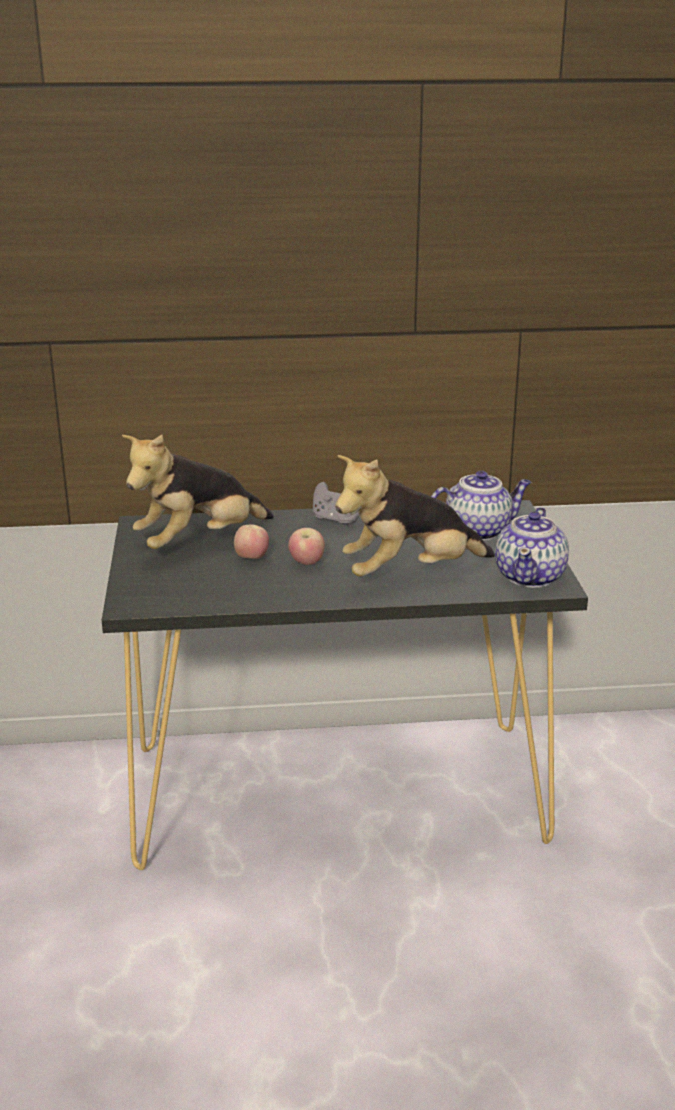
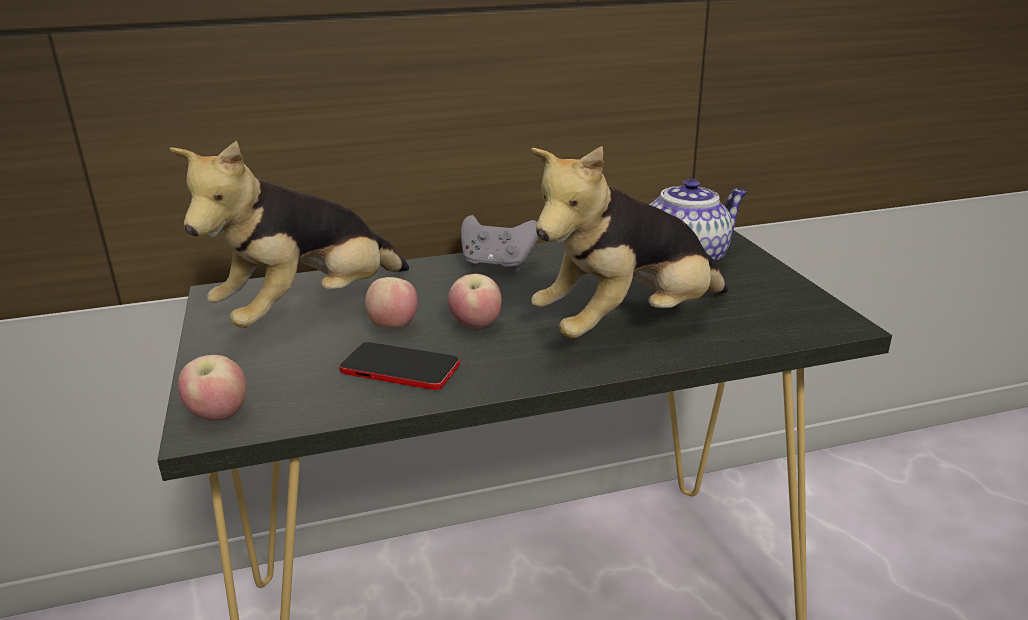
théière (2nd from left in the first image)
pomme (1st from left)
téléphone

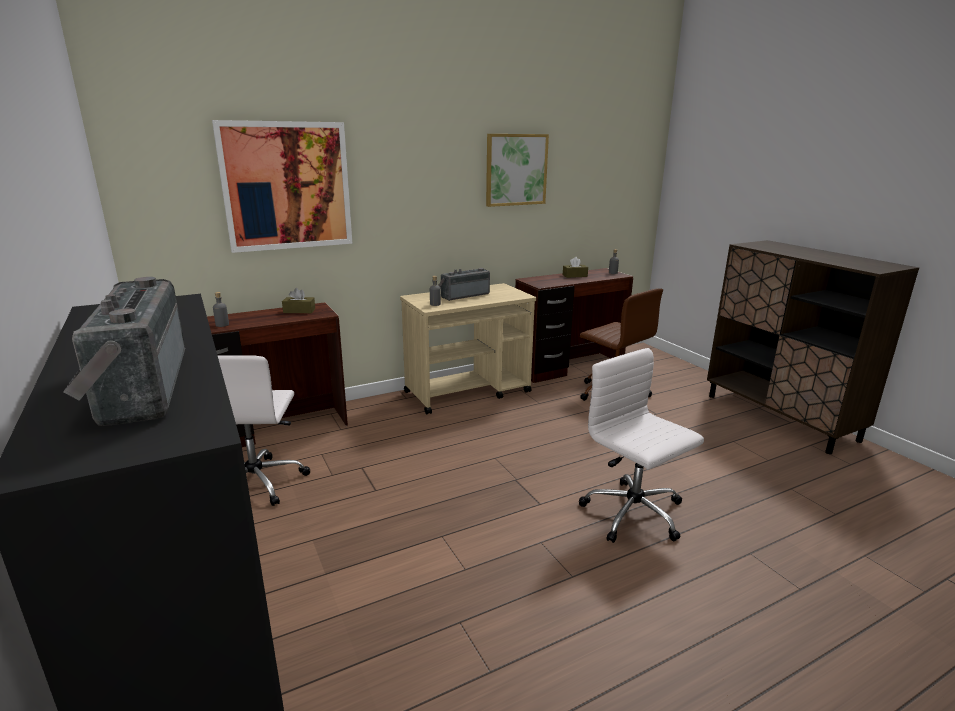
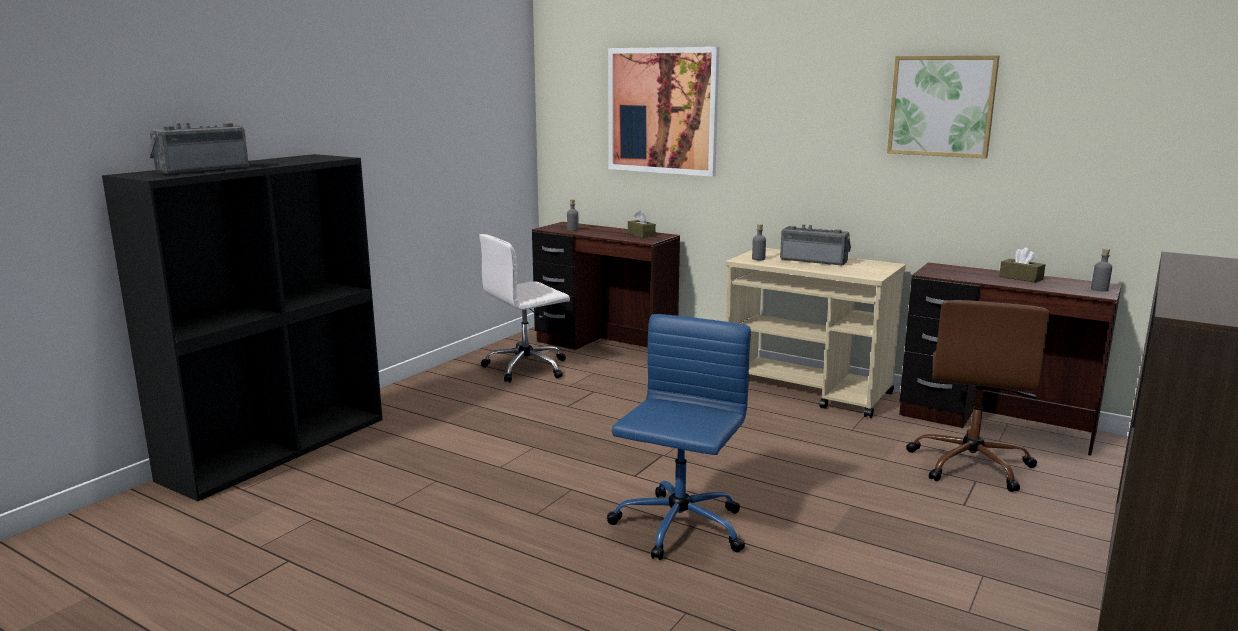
chaise de bureau/bleu

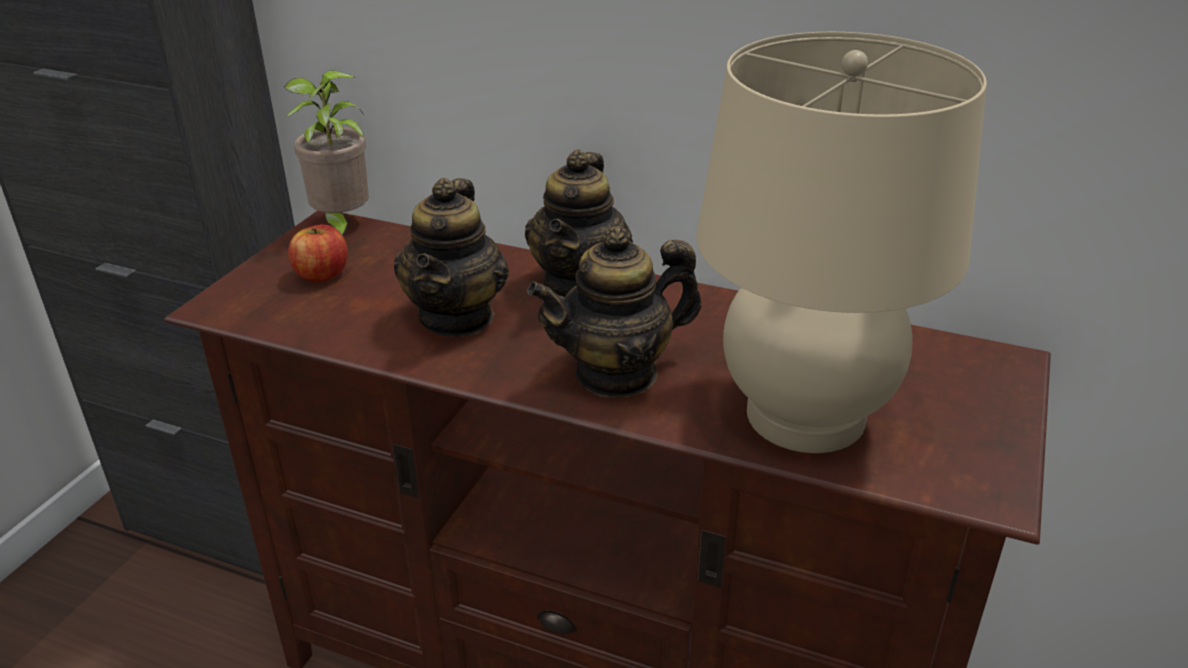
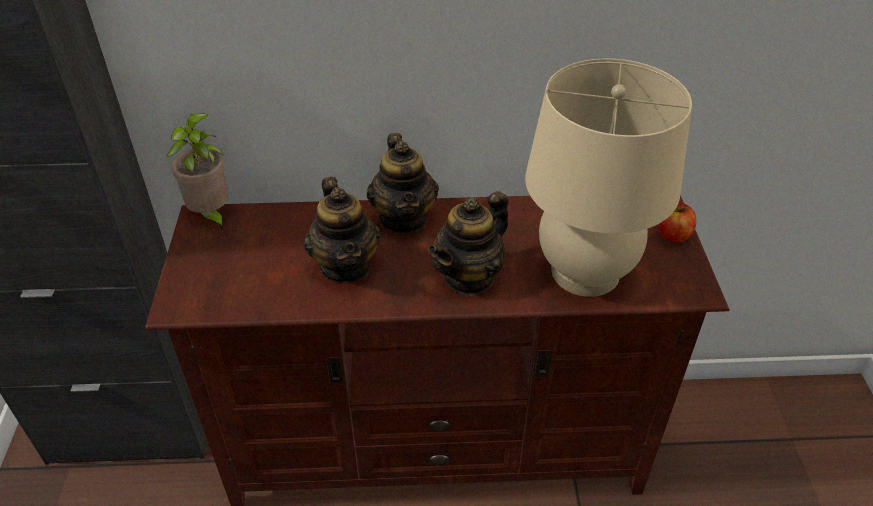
pomme

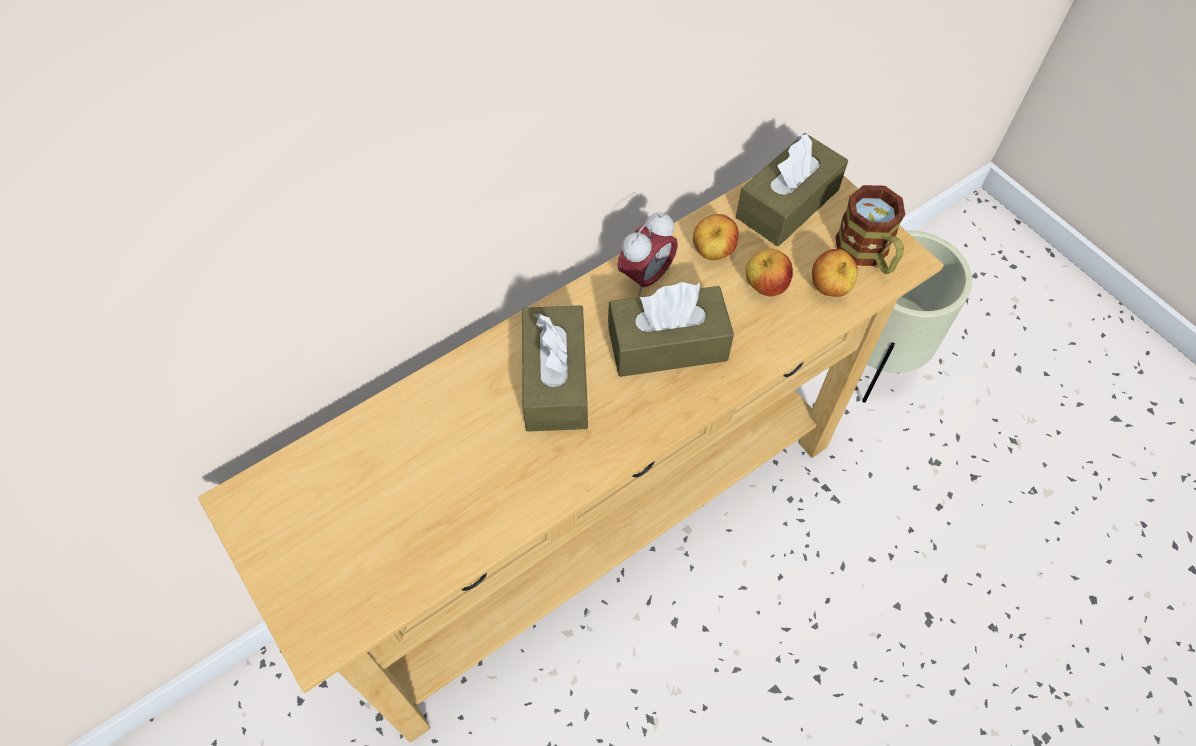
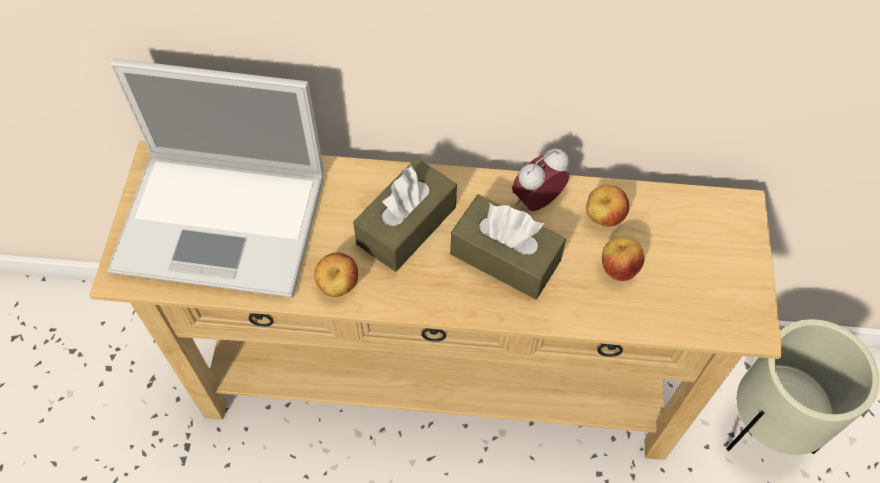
boîte à mouchoirs/marron (3rd from left in the first image)
mug
ordinateur portable
pomme (1st from left)
réveil

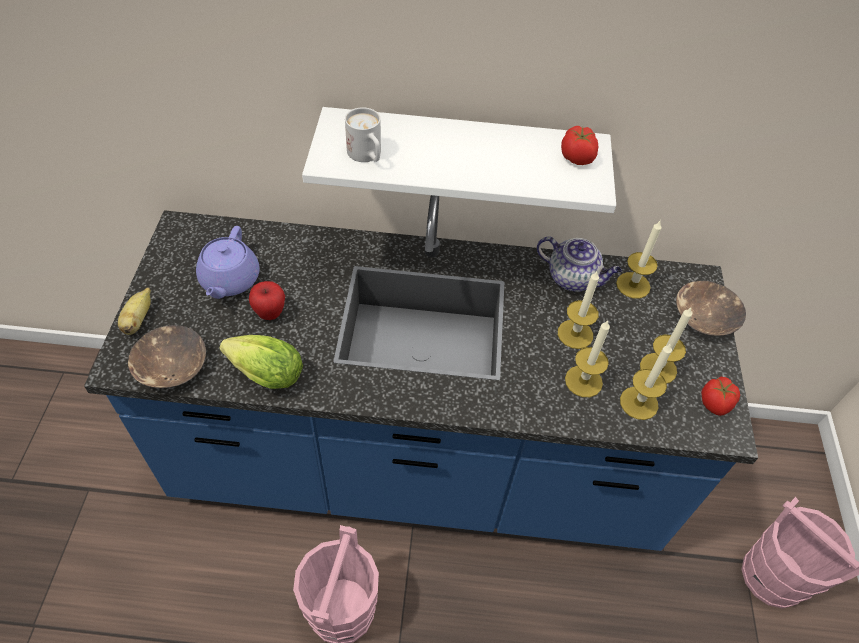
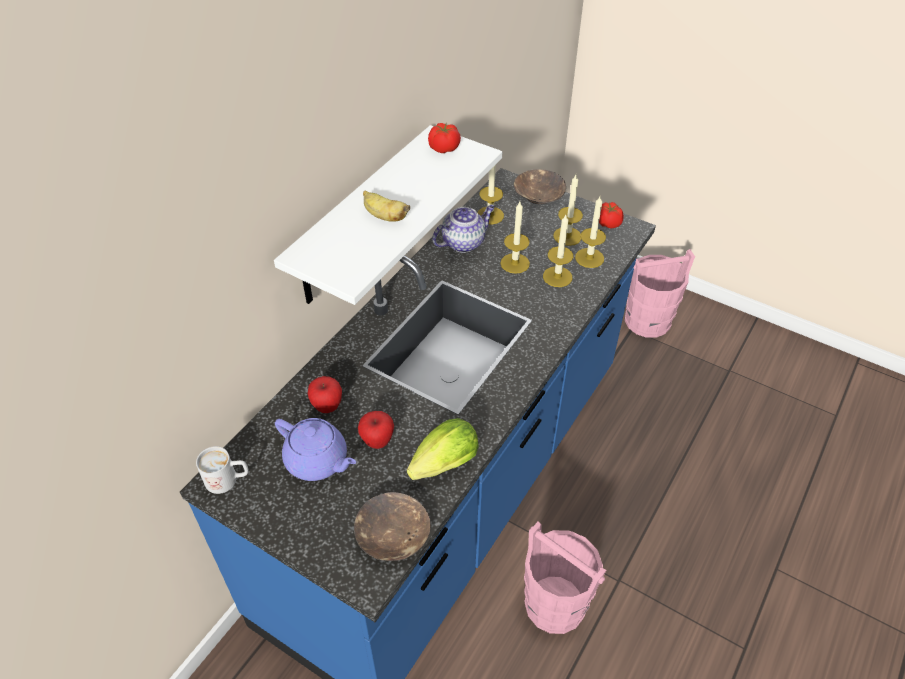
pomme (1st from left)
banane
mug/blanc

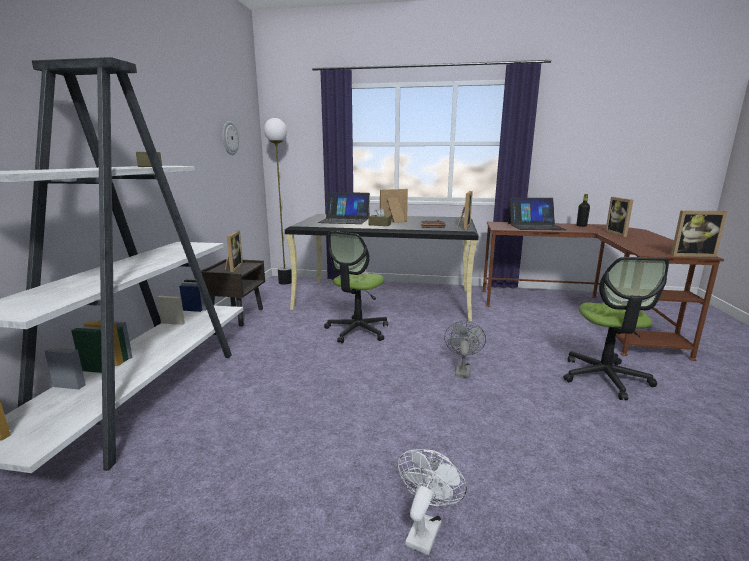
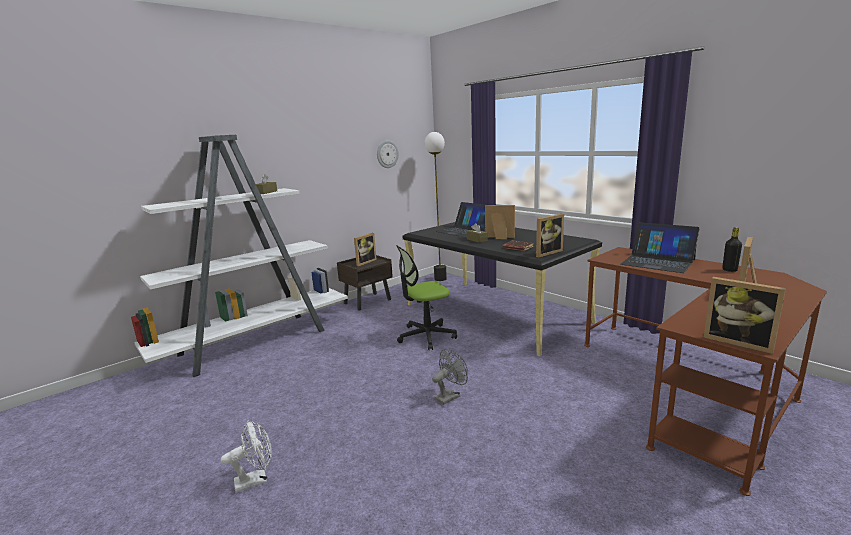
chaise de bureau (2nd from left in the first image)

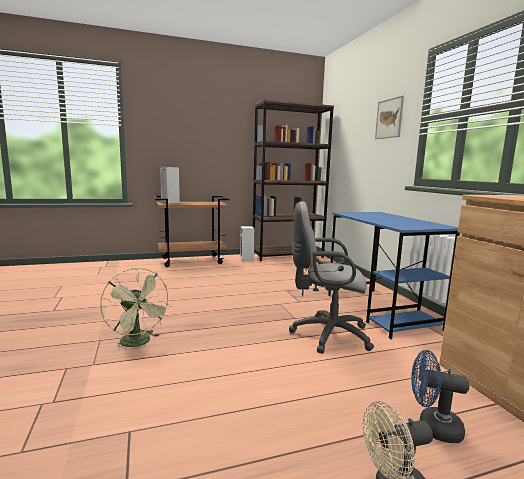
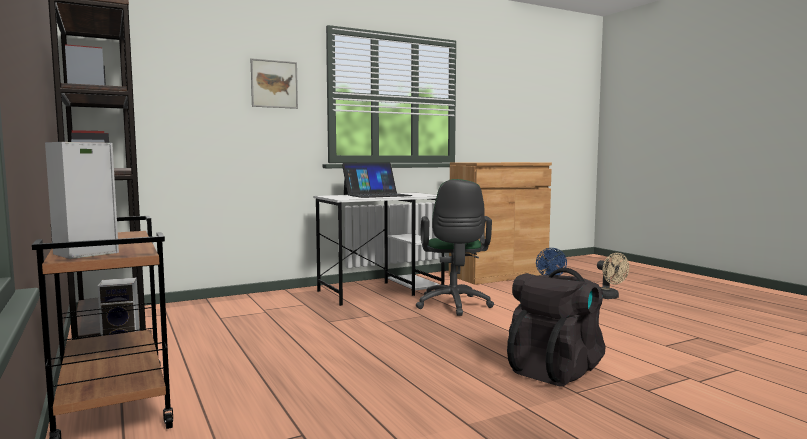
ordinateur portable
sac à dos/noir
chaise de bureau/vert
bureau/blanc

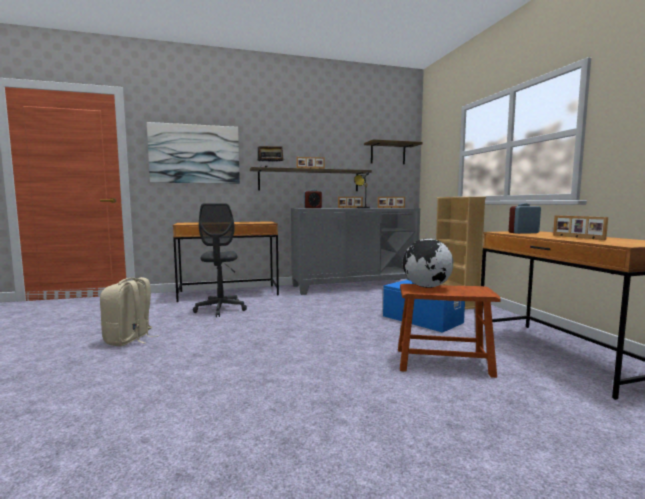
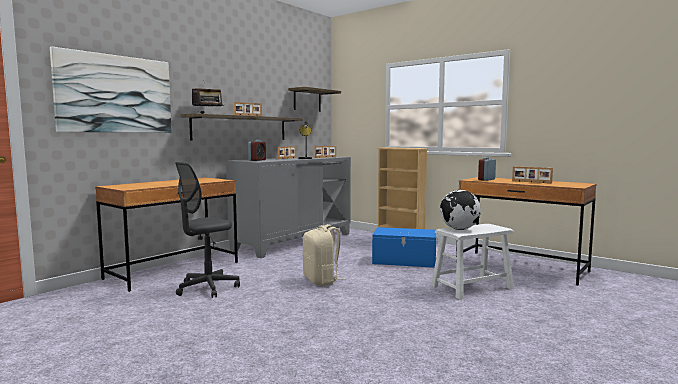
sac à dos/beige
tabouret/blanc
chaise de bureau/gris

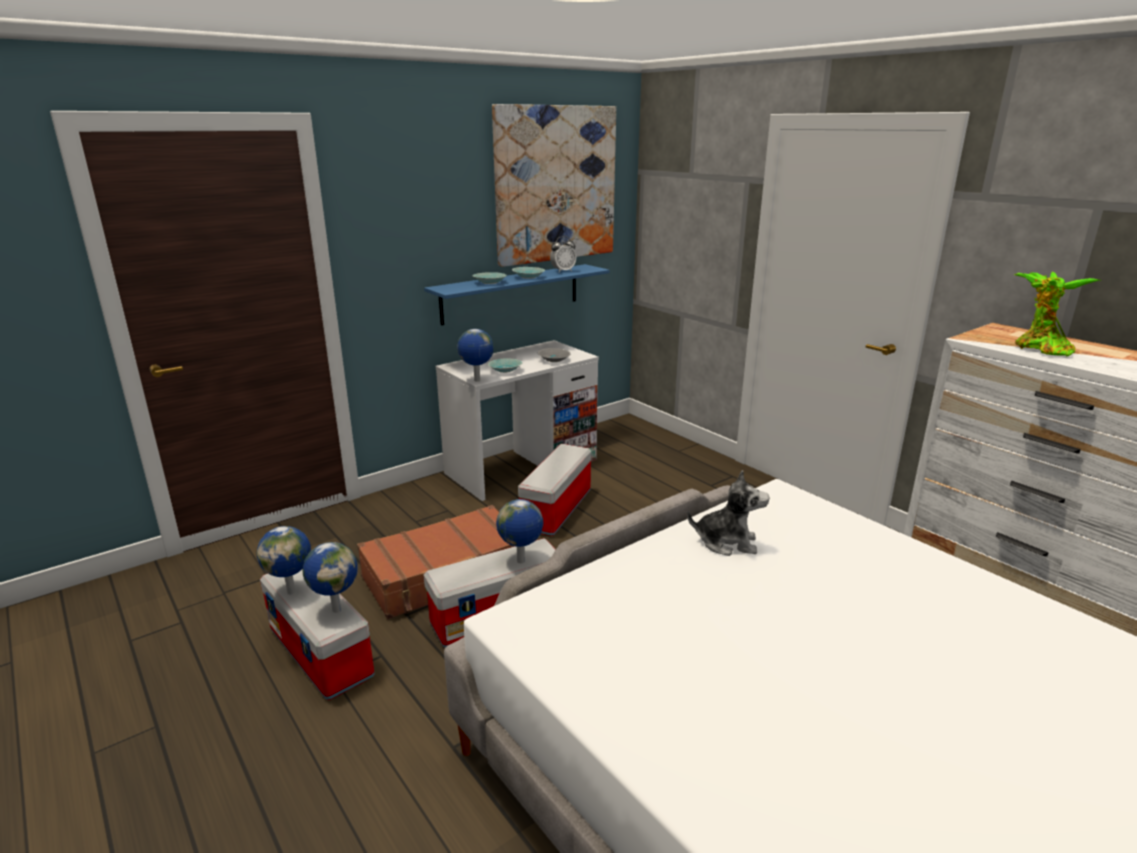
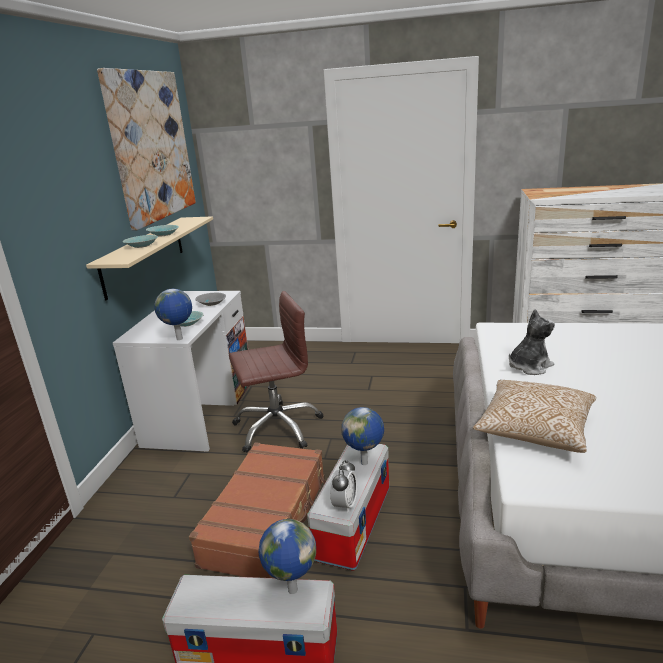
globe (1st from left in the first image)
plante en pot
coussin
réveil
chaise de bureau/marron
étagère/beige

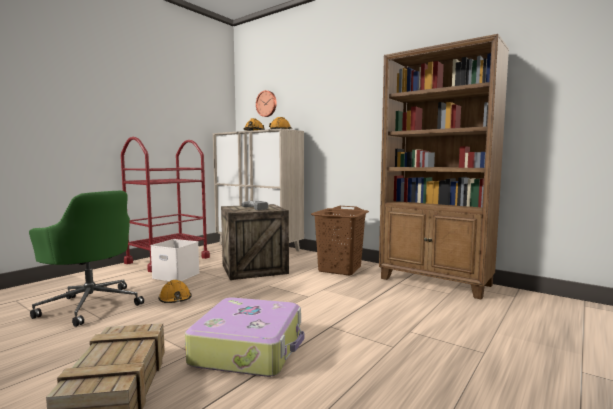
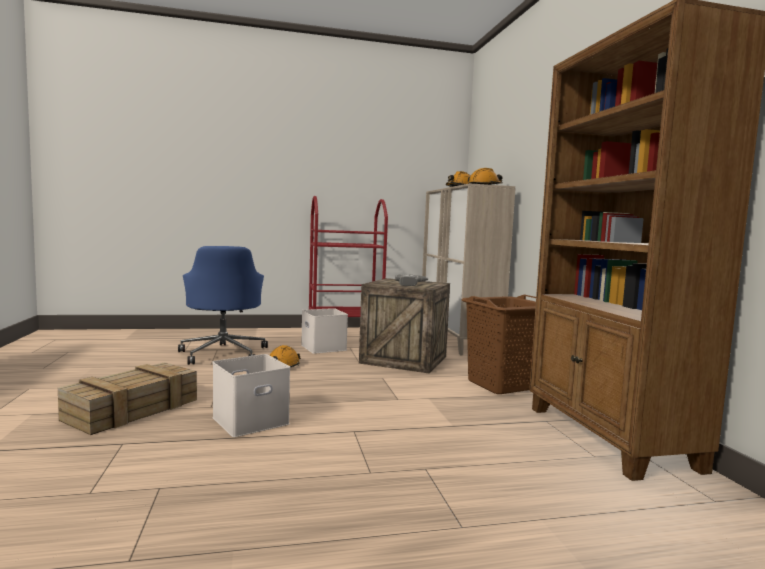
horloge murale
boîte de rangement/blanc (1st from left)
chaise de bureau/bleu

